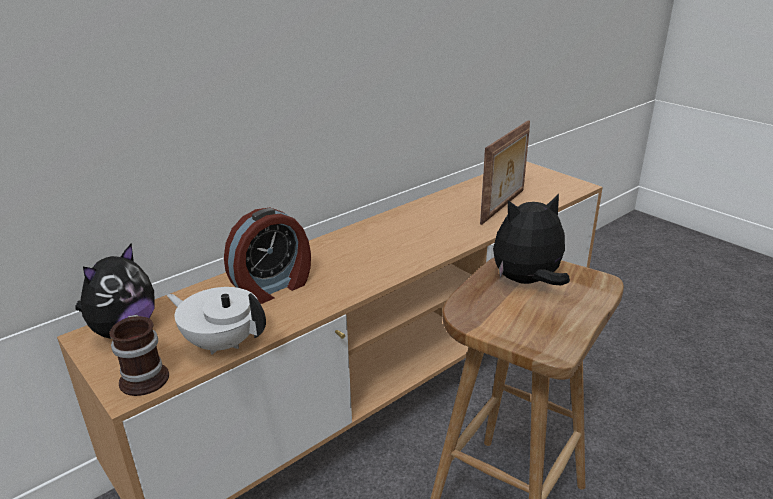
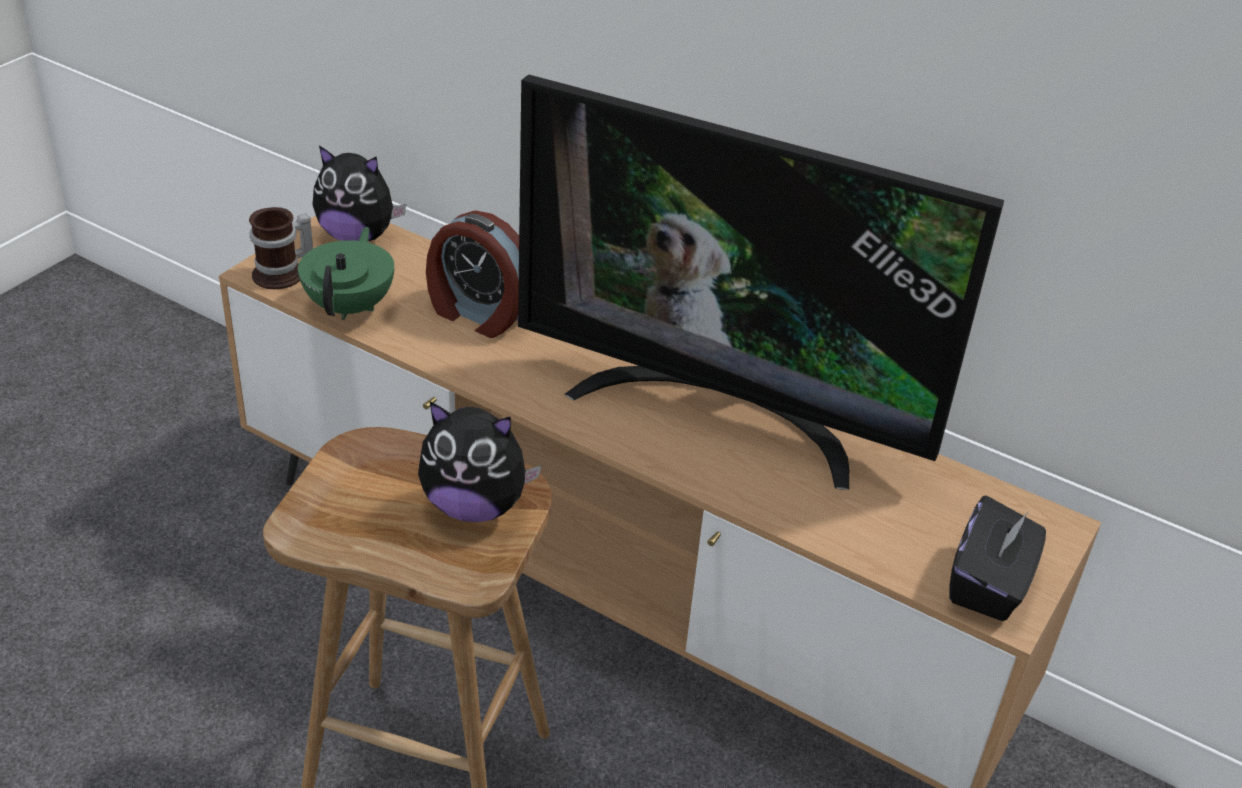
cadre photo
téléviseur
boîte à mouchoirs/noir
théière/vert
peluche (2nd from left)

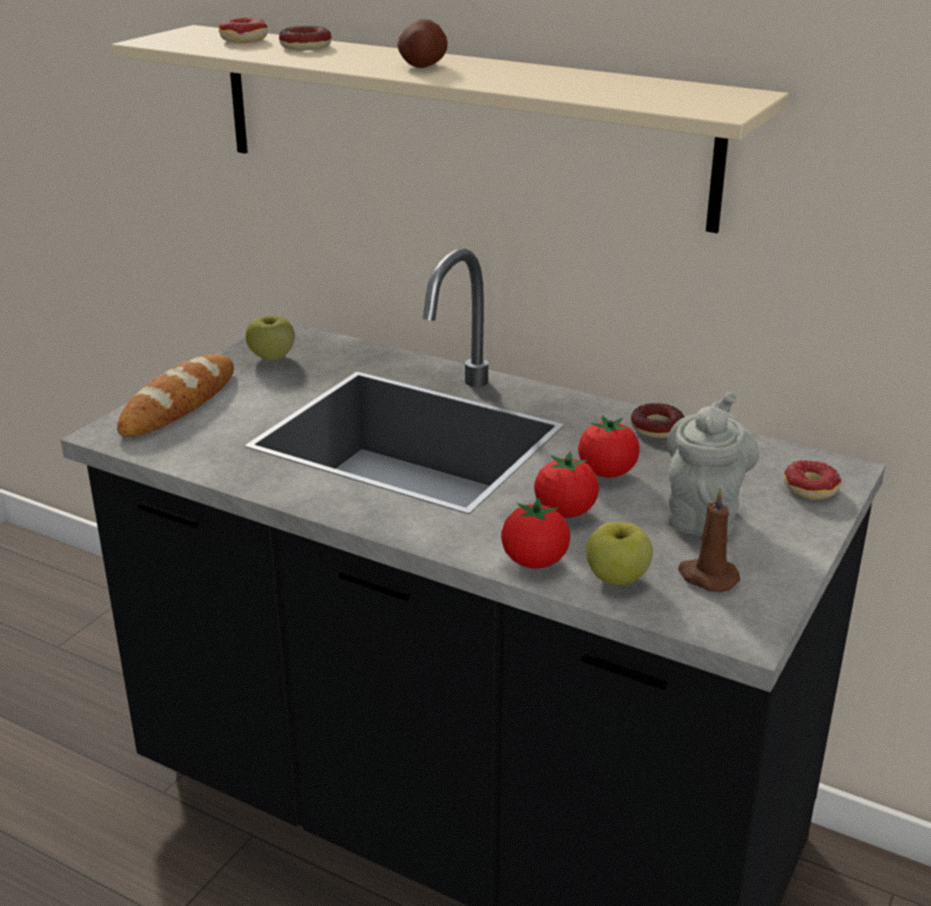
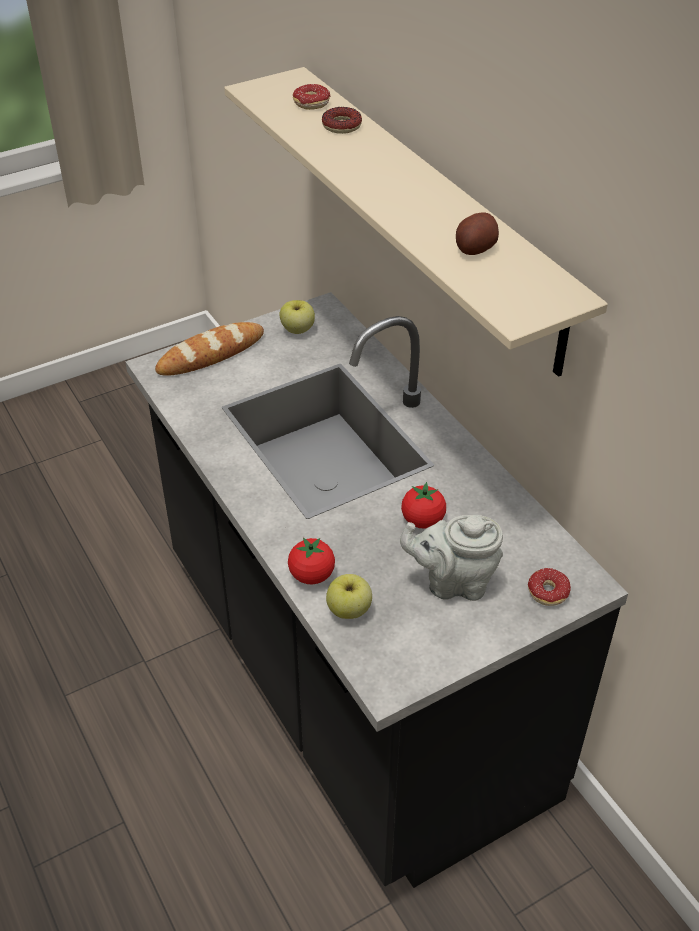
tomate (2nd from left in the first image)
beignet (3rd from left in the first image)
bougie/marron
pomme de terre
théière/gris

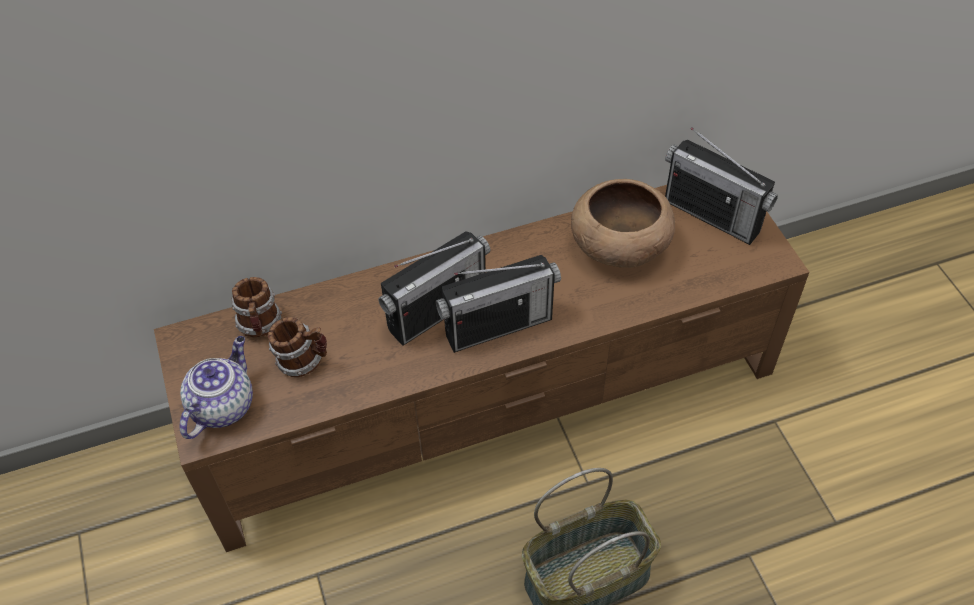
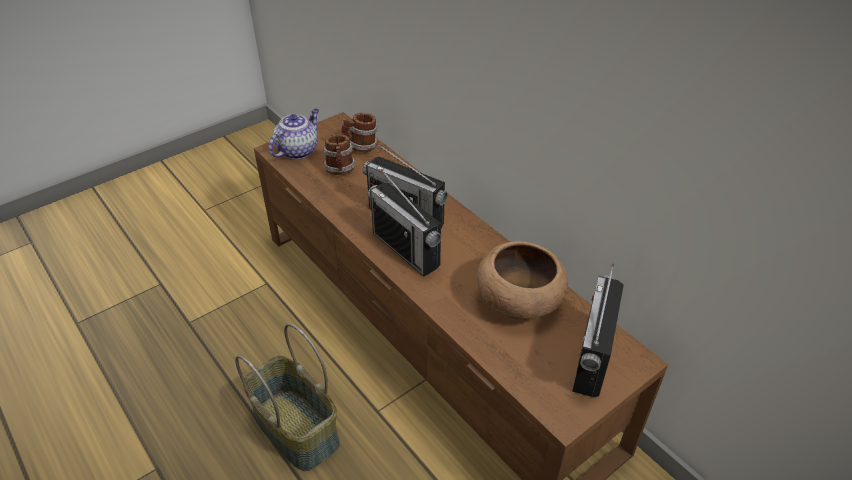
théière

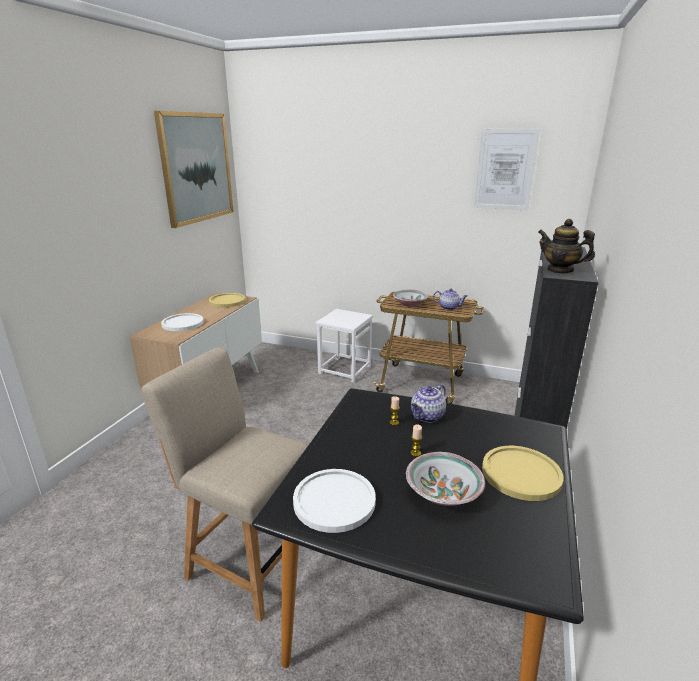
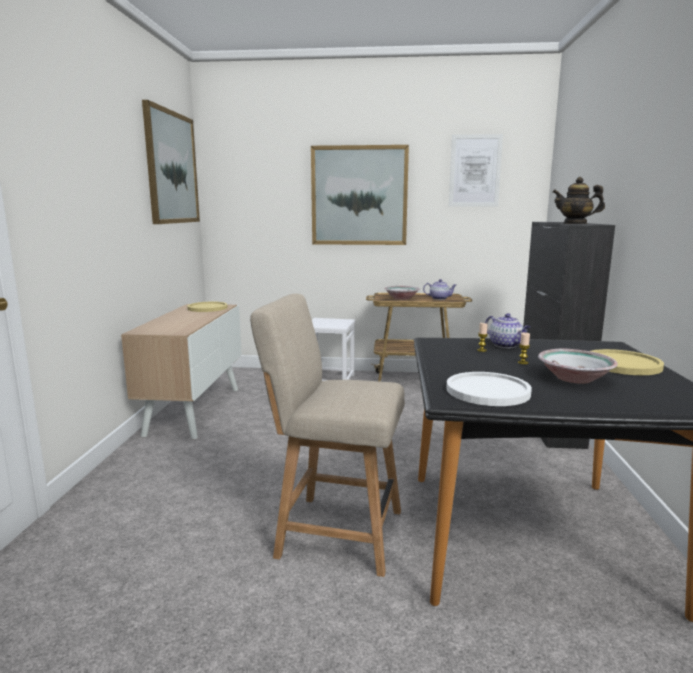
assiette/blanc (1st from left in the first image)
tableau (2nd from left)
théière (2nd from left)

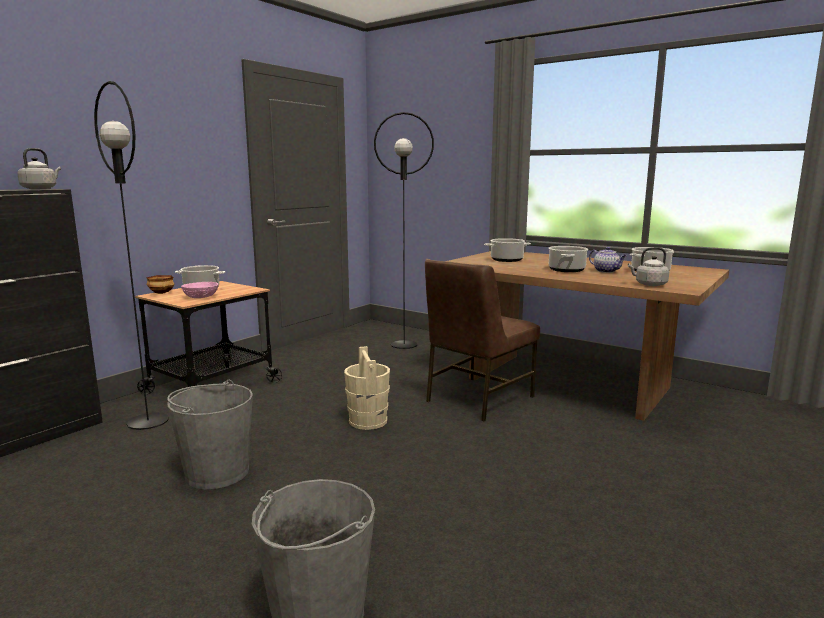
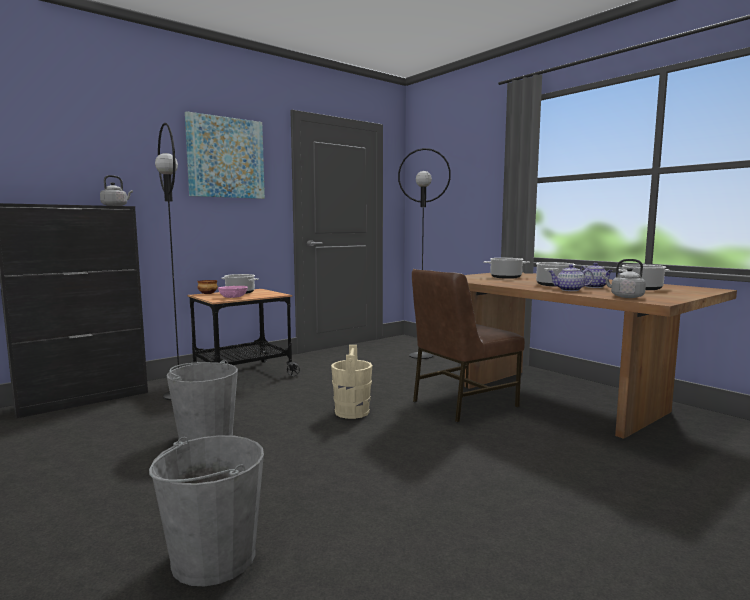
tableau
théière (1st from left)

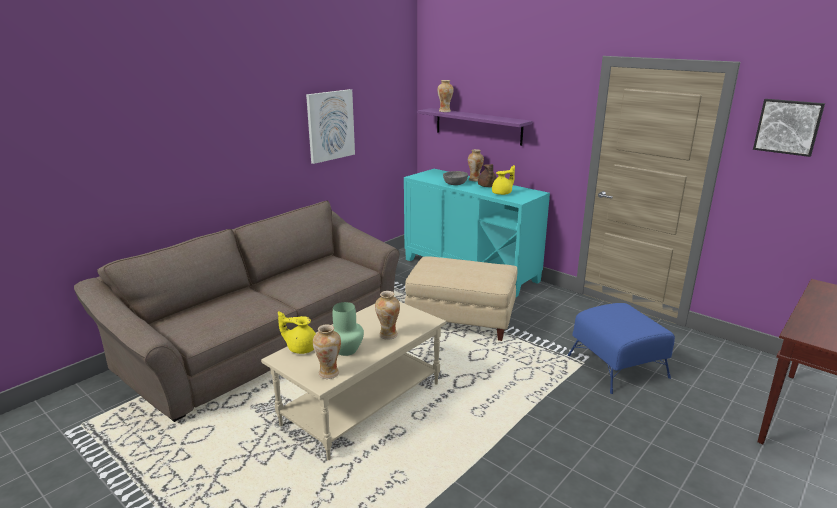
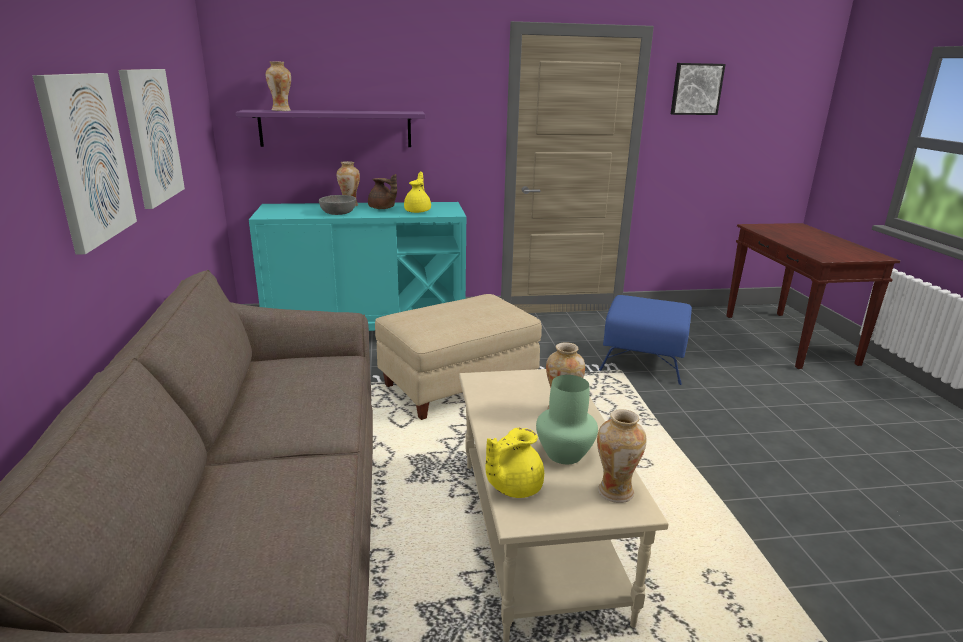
tableau (1st from left)

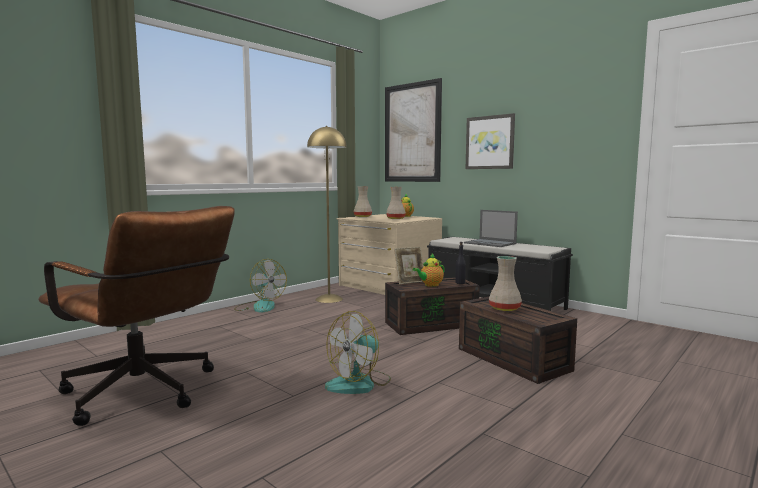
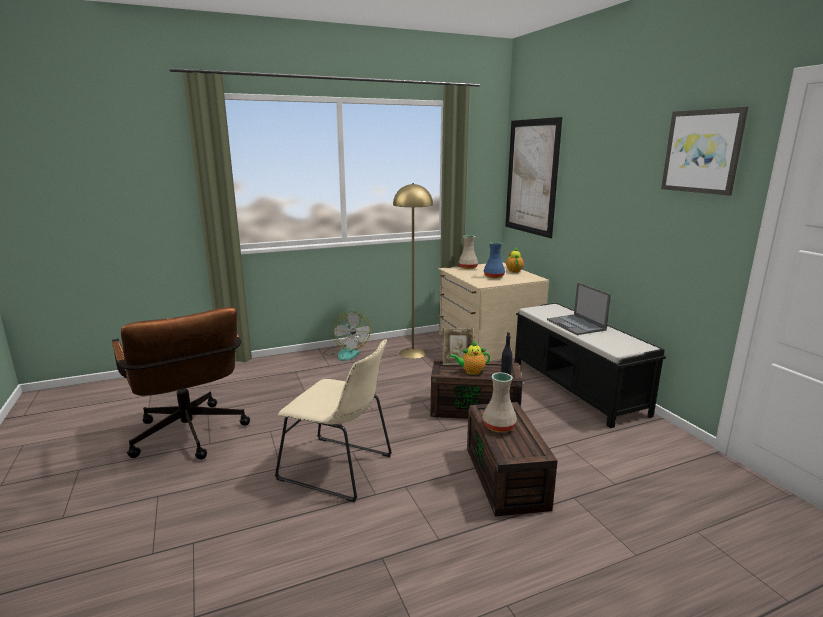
tableau (2nd from left)
chaise/beige
vase/bleu

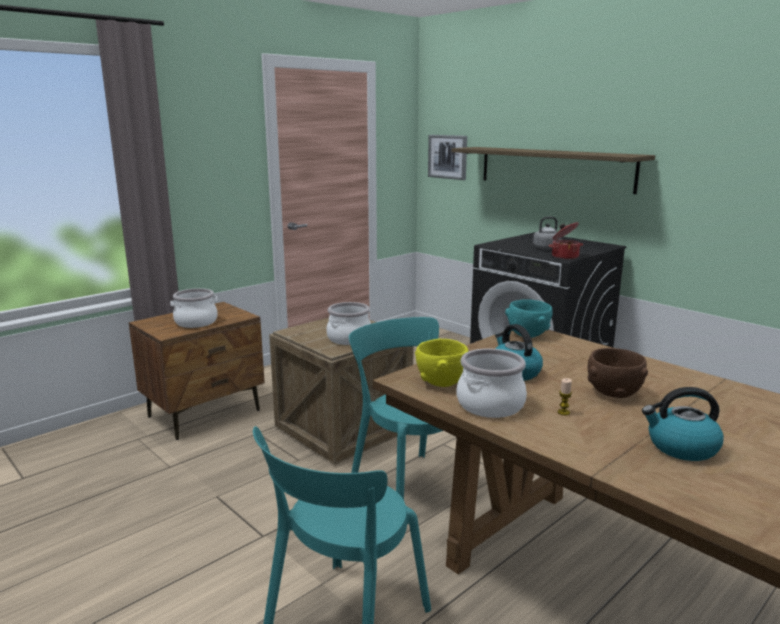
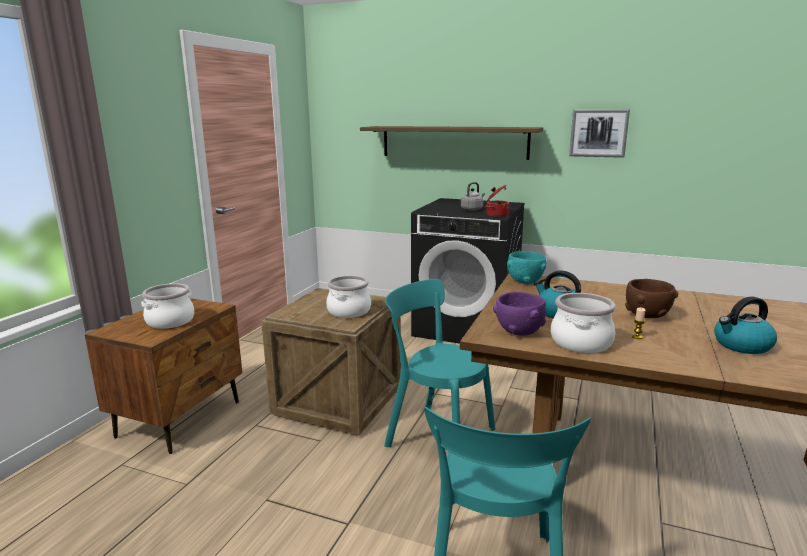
tableau
bol/violet

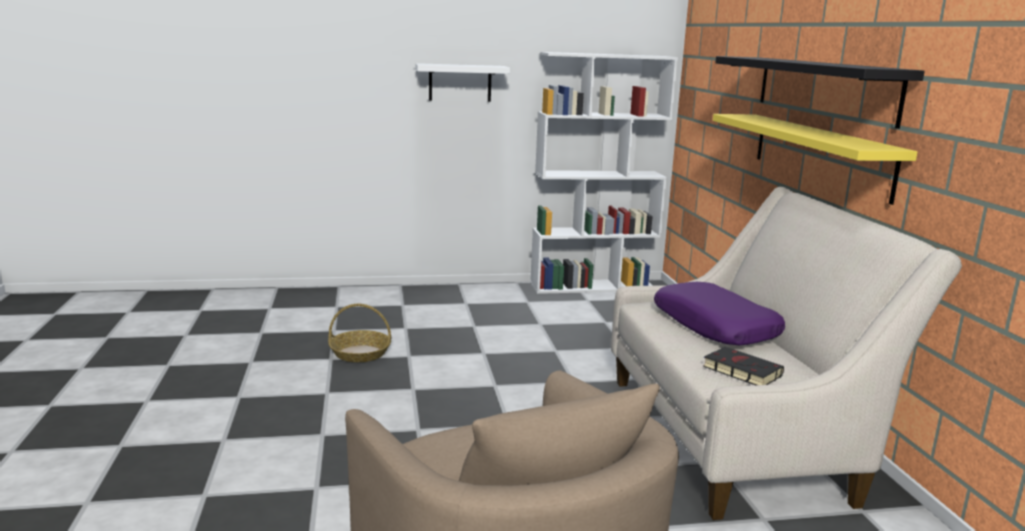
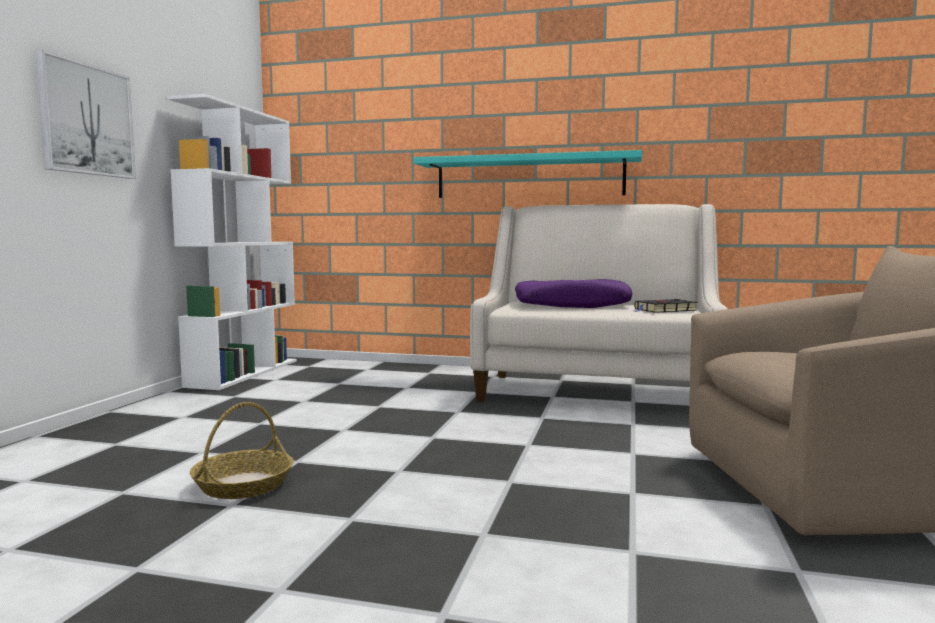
étagère/noir
tableau
étagère/turquoise

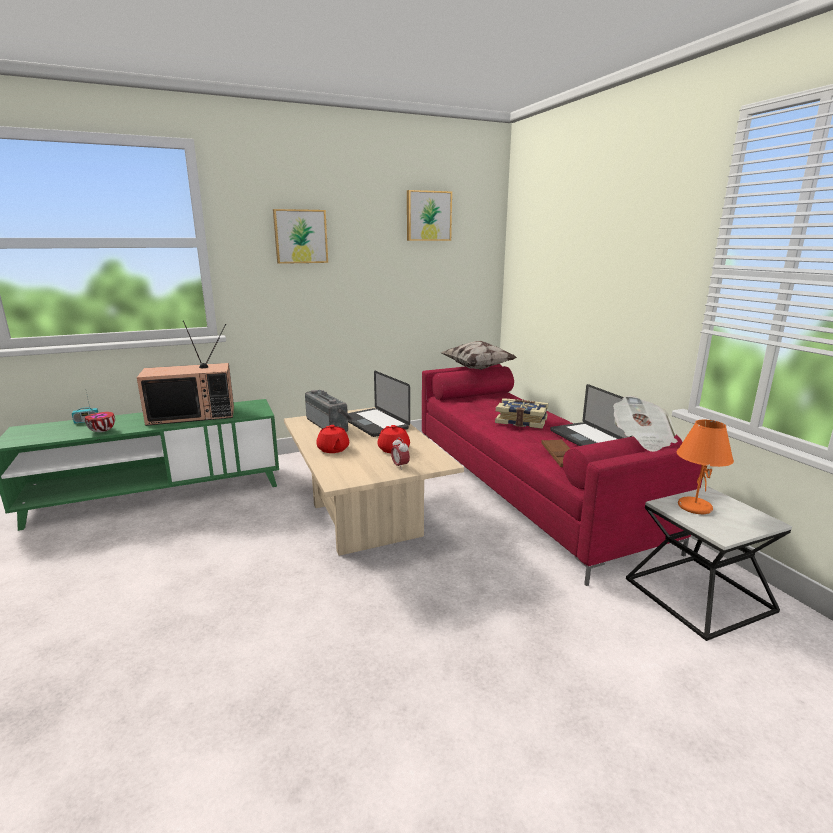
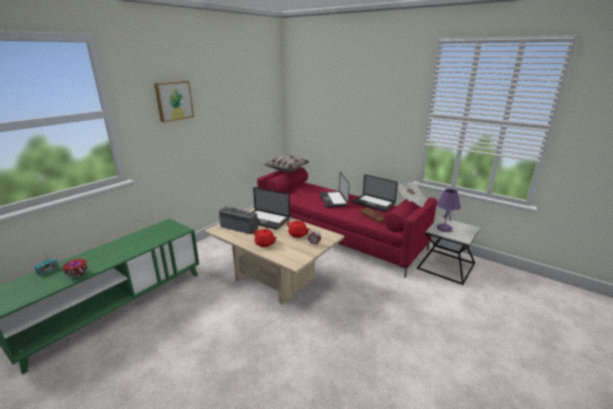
téléviseur
tableau (2nd from left in the first image)
ordinateur portable (2nd from left)
lampe de table/violet

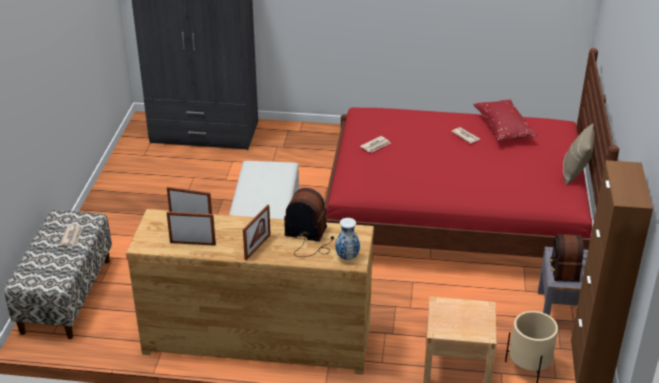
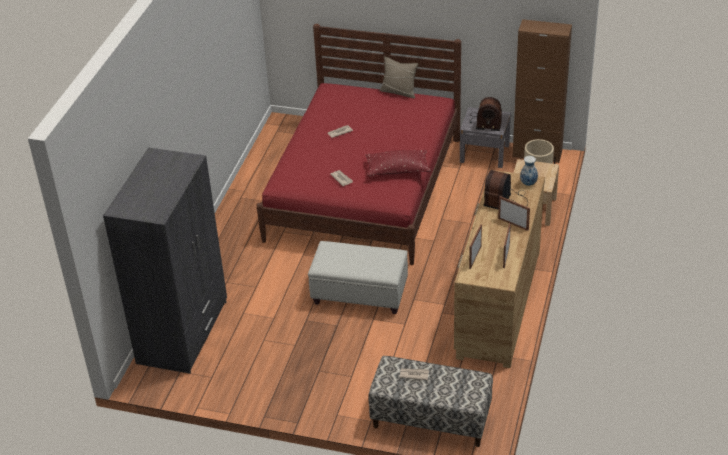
coussin/rouge

